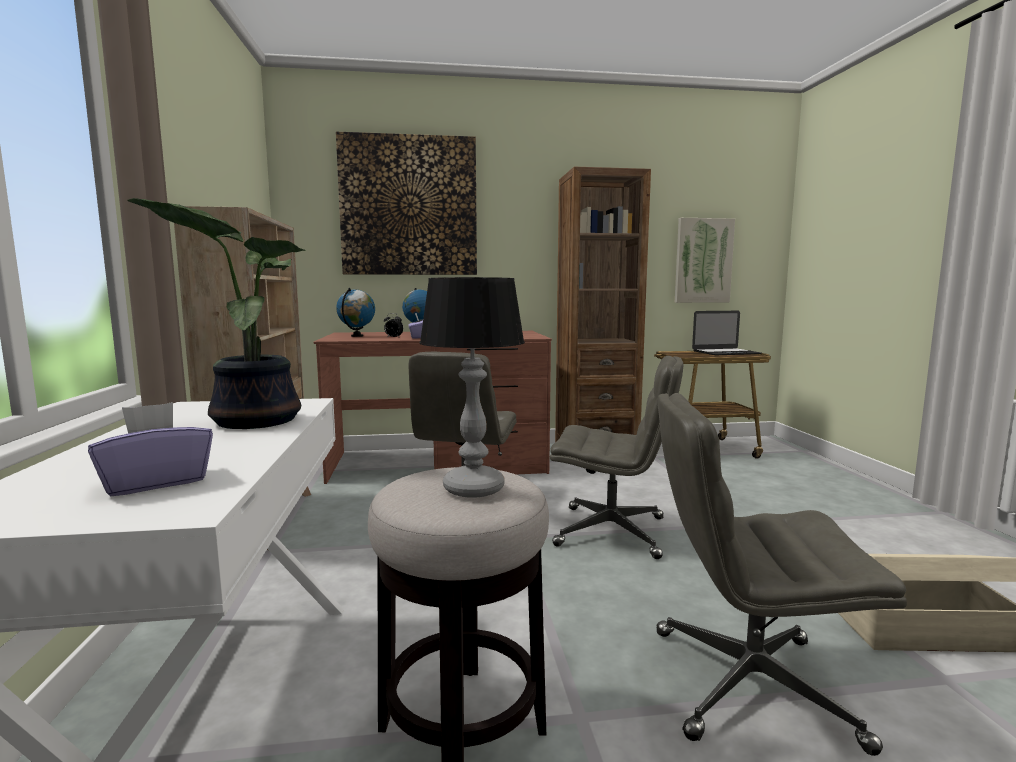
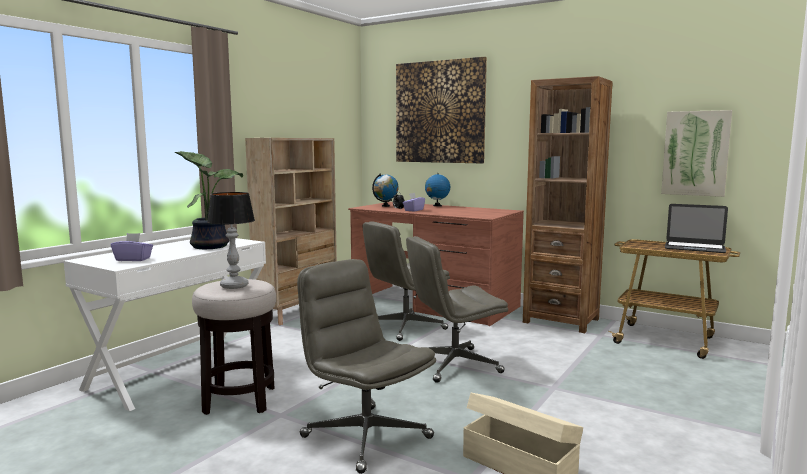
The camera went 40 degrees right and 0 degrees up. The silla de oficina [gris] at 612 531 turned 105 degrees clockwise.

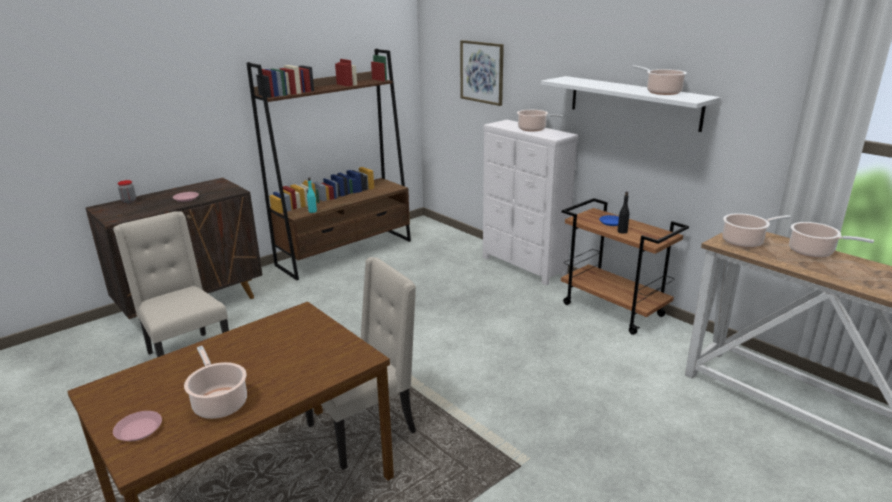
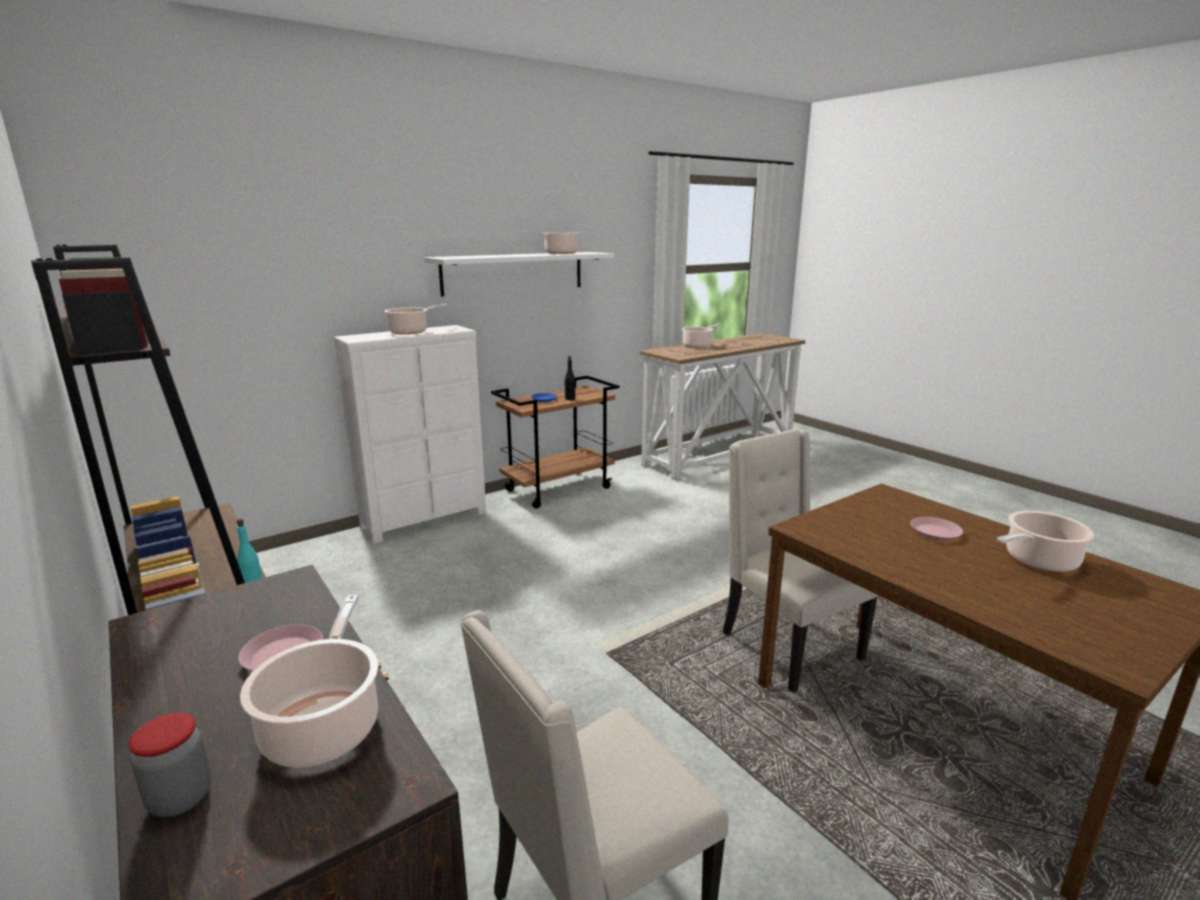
The camera went 85 degrees left and 5 degrees down. The olla moved from 745 241 to 324 725. The plato [rosa] moved from 139 430 to 935 532. The cuadro at 482 72 disappeared.

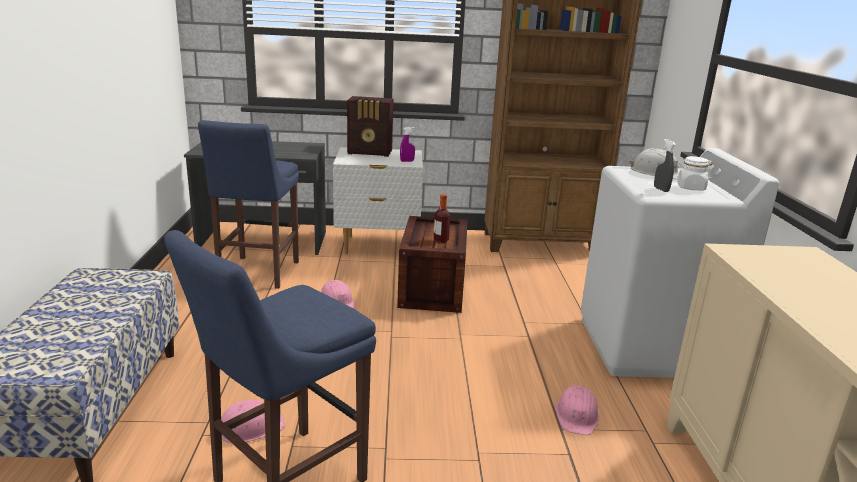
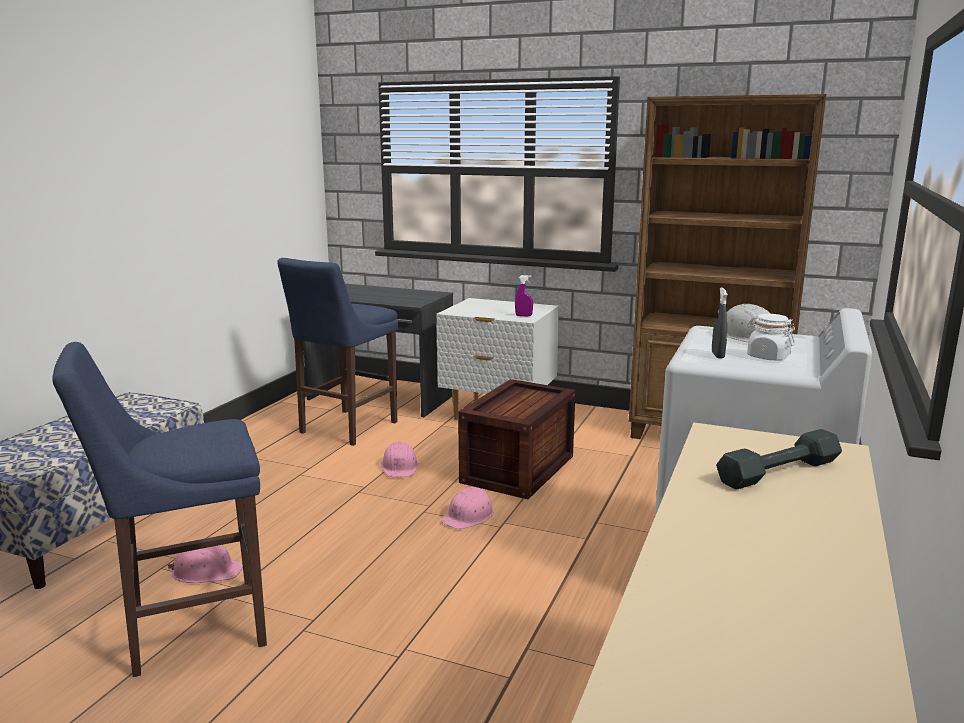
The camera went 25 degrees right and 5 degrees down. The casco [rosa] moved from 577 415 to 469 516. The mancuerna [gris] at 778 471 appeared. The radio at 370 152 disappeared. The botella at 441 240 disappeared.

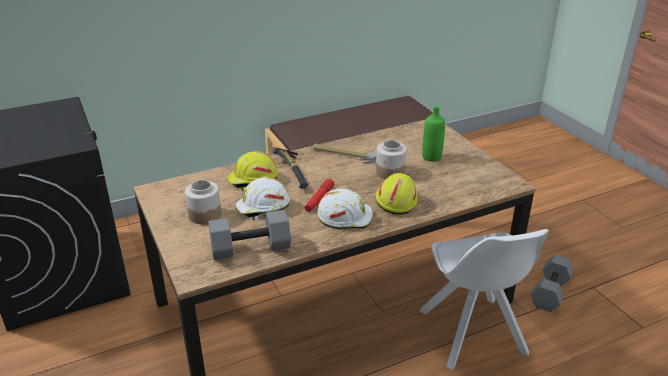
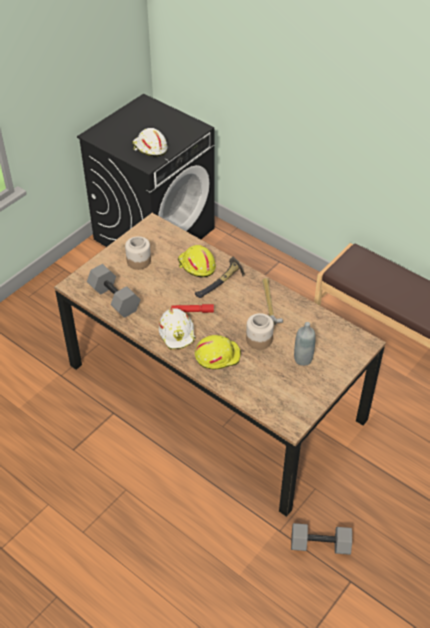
The camera went 65 degrees right and 15 degrees up. The casco [blanco] moved from 263 208 to 149 148. The botella [verde] at 431 157 became the botella [gris] at 303 359. The silla [blanco] at 473 334 disappeared.

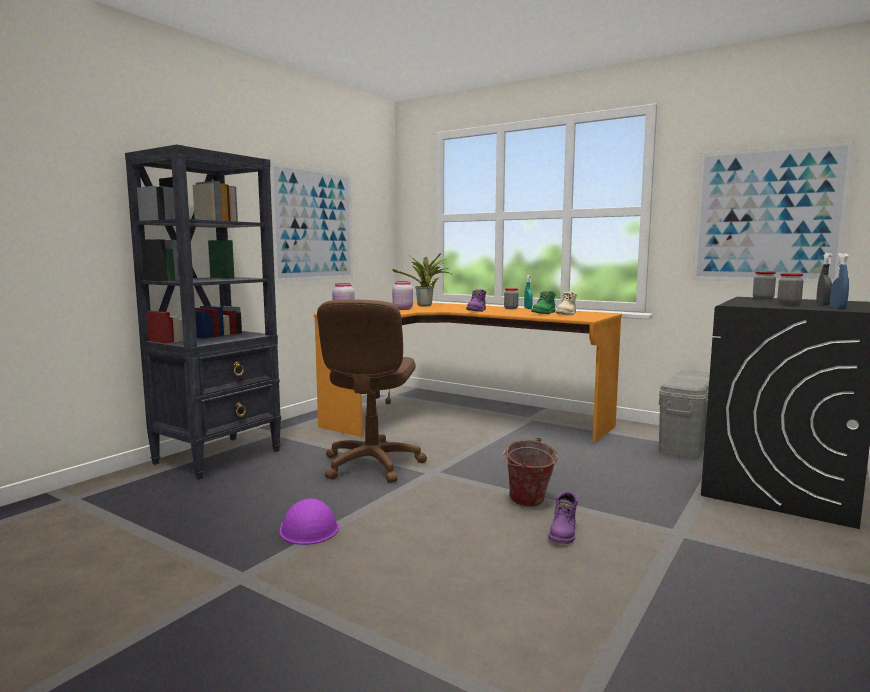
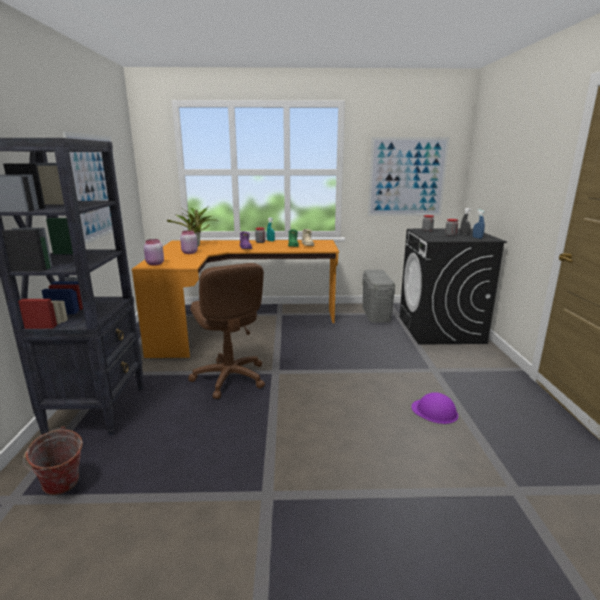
The camera went 35 degrees left and 10 degrees up. The cubo moved from 527 503 to 62 489. The casco [morado] moved from 309 528 to 434 411. The bota [morado] at 564 533 disappeared.

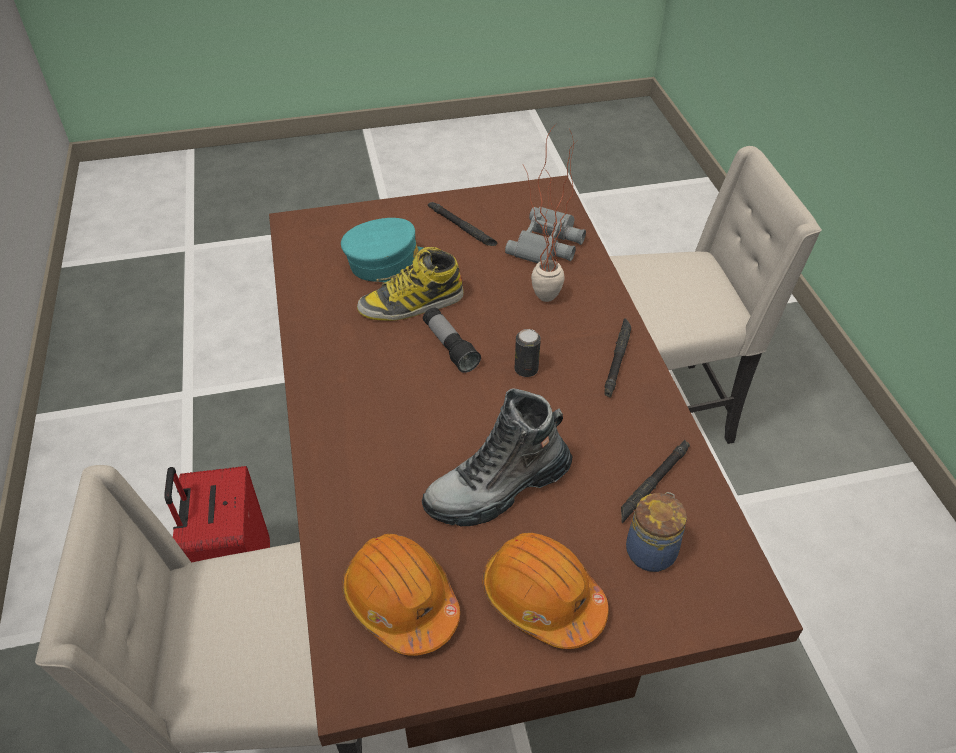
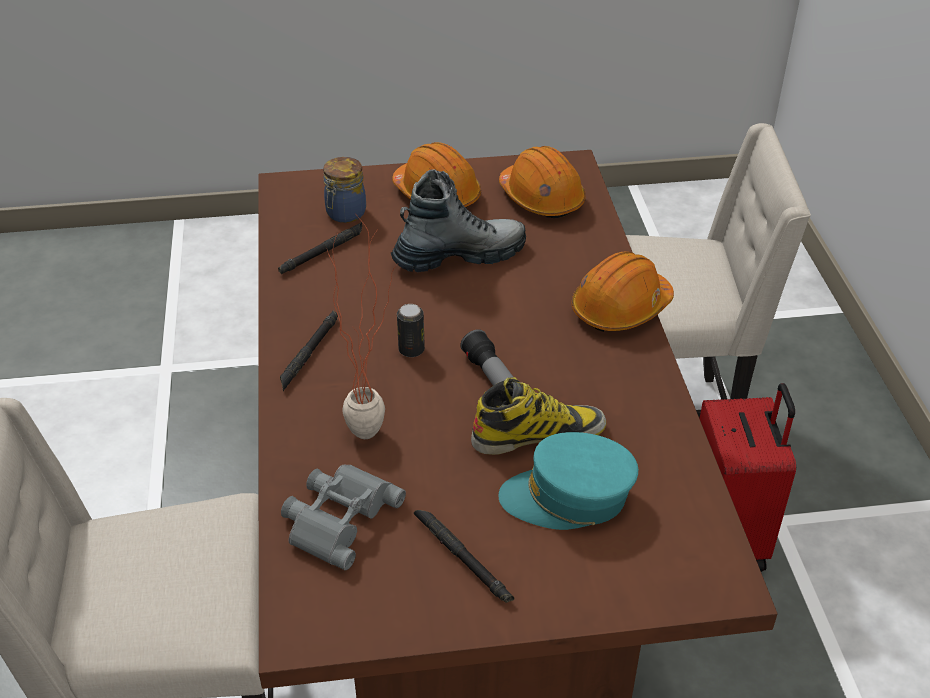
The camera went 175 degrees left and 5 degrees down. The casco [naranja] at 620 308 appeared.

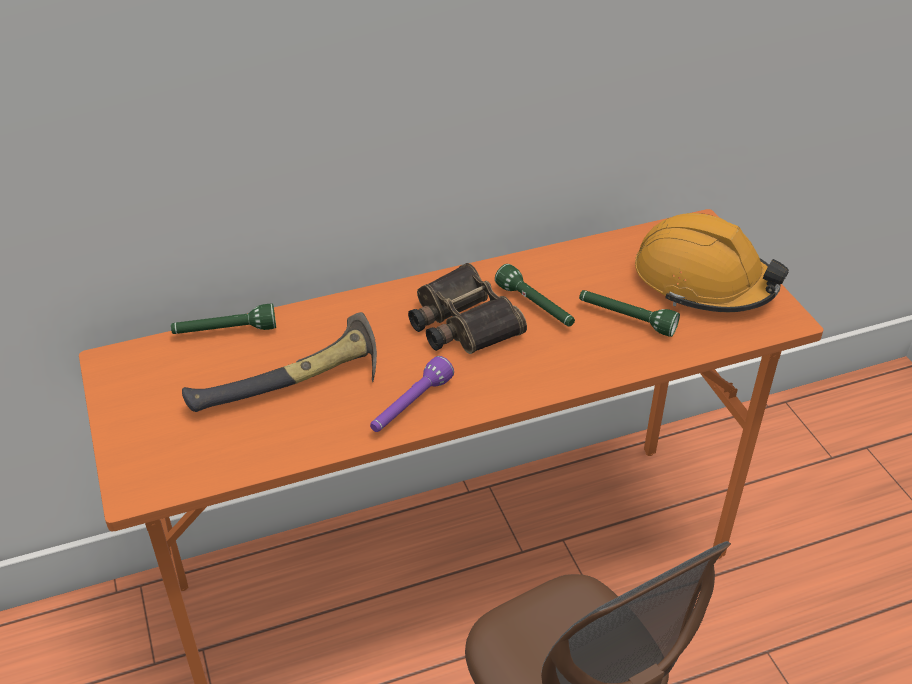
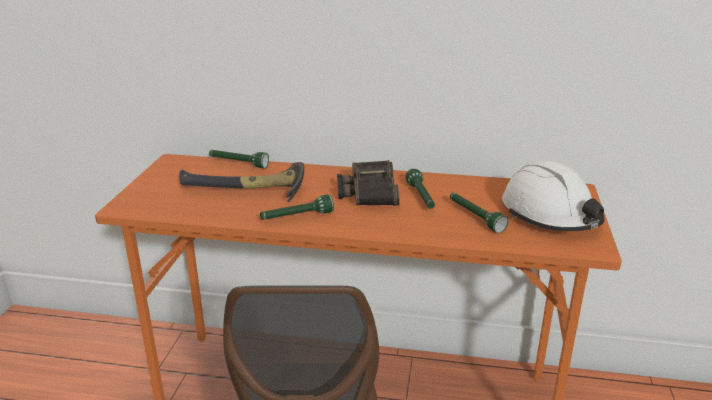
The camera went 30 degrees right and 15 degrees down. The linterna [morado] at 410 406 became the linterna [verde] at 296 217. The casco [naranja] at 703 282 became the casco [blanco] at 550 215.

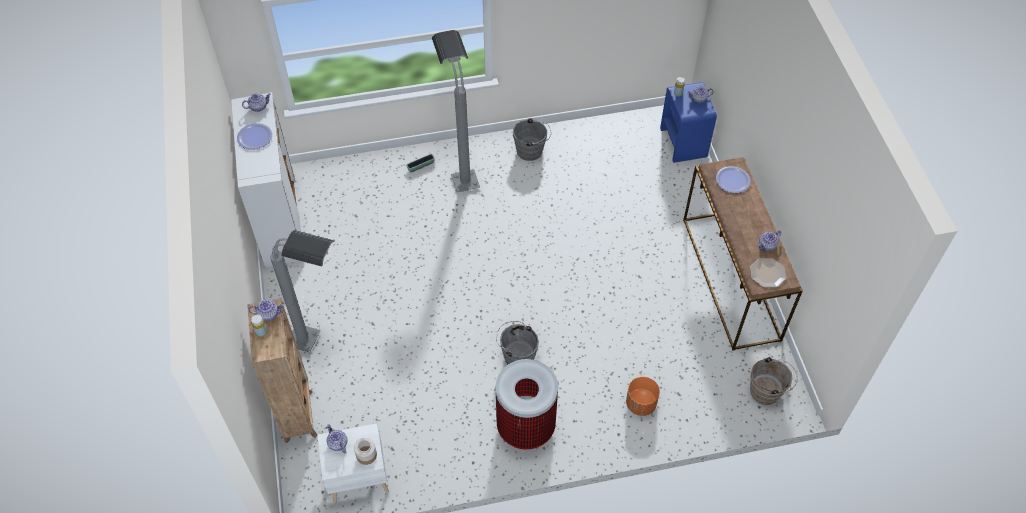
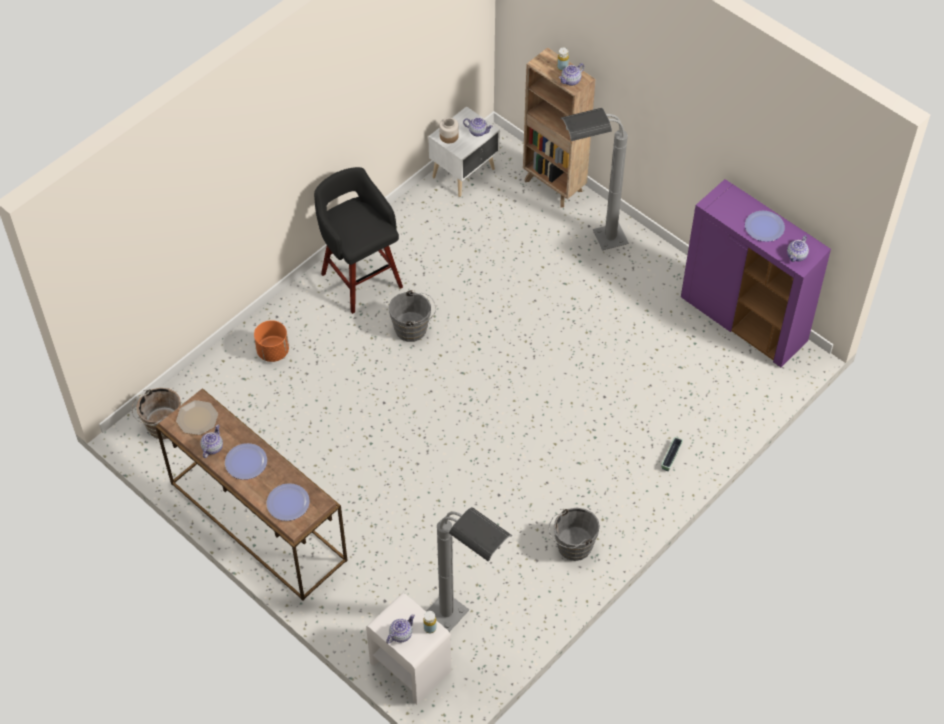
The camera went 145 degrees right and 0 degrees up. The plato at 246 462 appeared. The papelera at 525 427 was replaced by the taburete [negro] at 360 278. The mesita de noche [azul] at 683 142 became the mesita de noche [blanco] at 410 666. The lámpara de pie [gris] moved from 460 169 to 465 626. The armario [blanco] at 280 221 became the armario [morado] at 744 320.

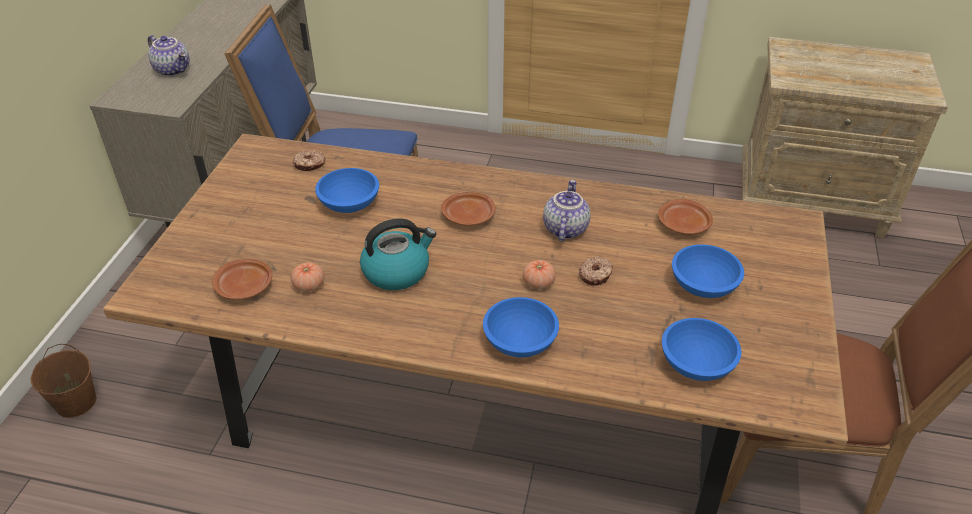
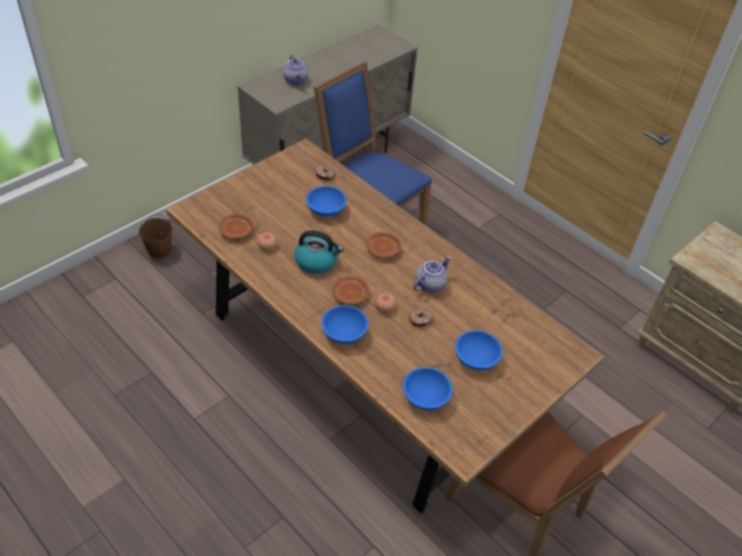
The camera went 30 degrees right and 5 degrees up. The plato [marrón] moved from 683 225 to 350 295.

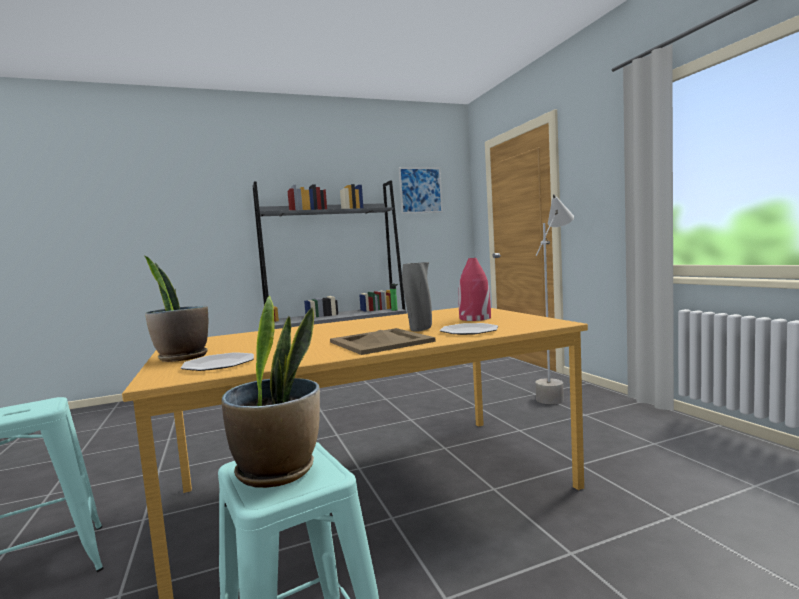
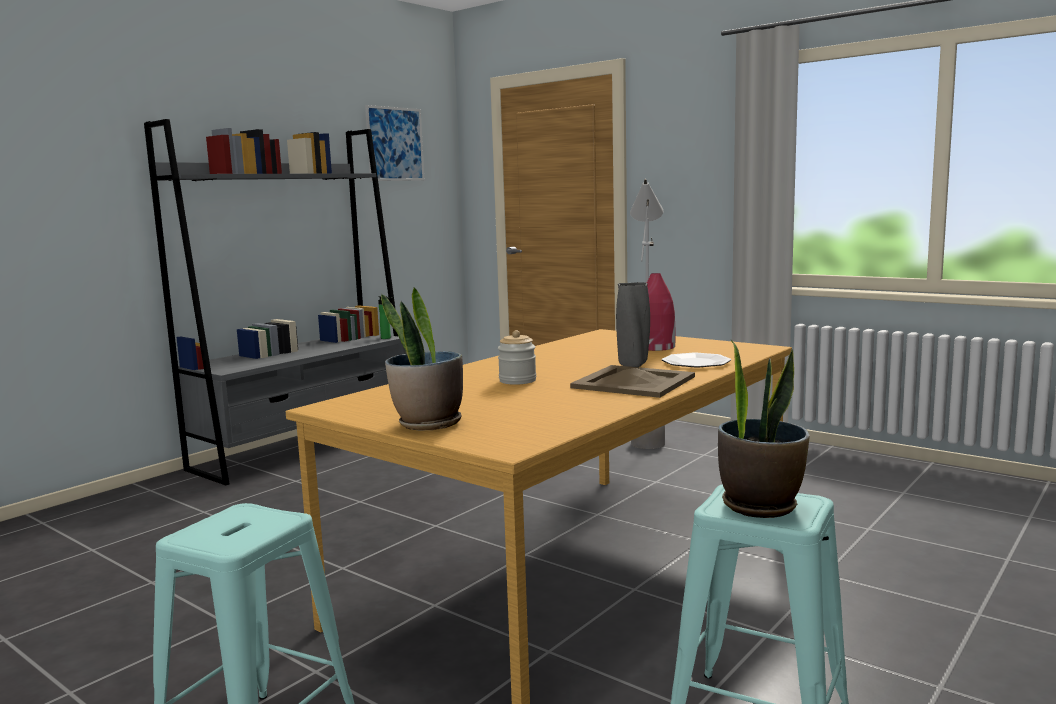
The camera went 30 degrees left and 5 degrees up. The tarro at 517 380 appeared. The plato at 219 364 disappeared.

